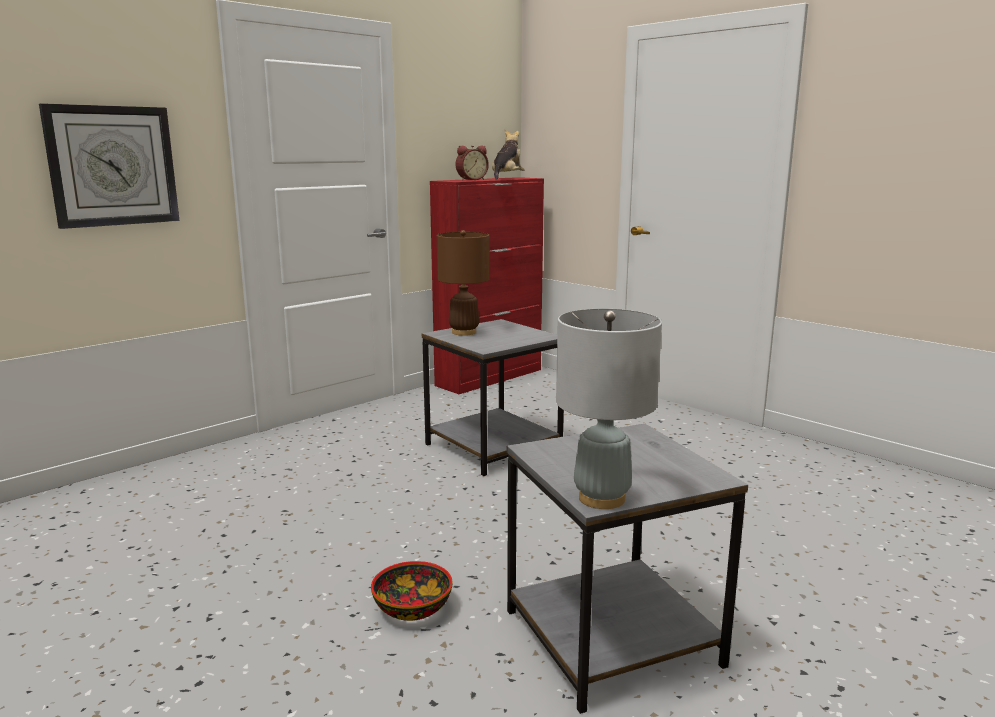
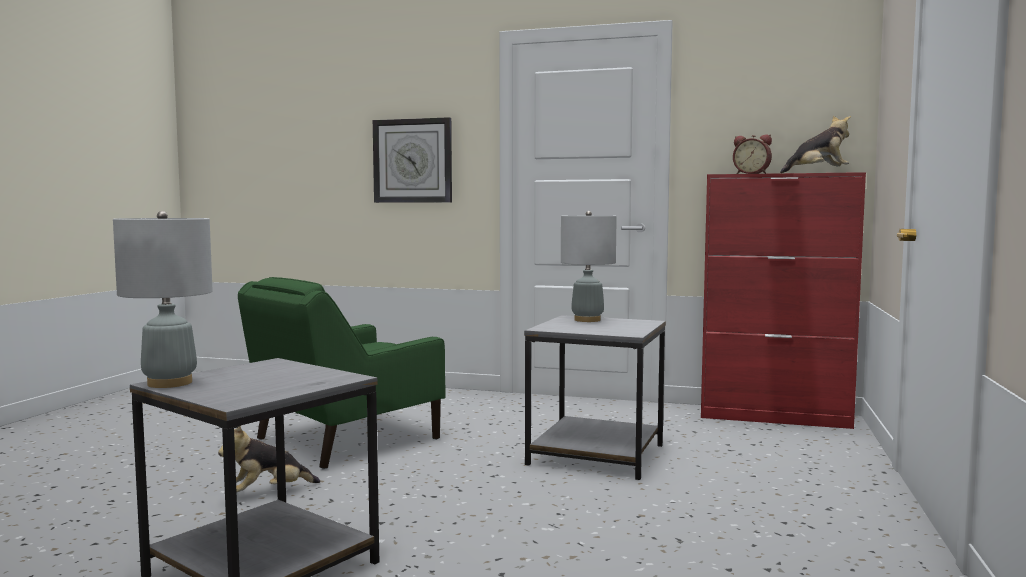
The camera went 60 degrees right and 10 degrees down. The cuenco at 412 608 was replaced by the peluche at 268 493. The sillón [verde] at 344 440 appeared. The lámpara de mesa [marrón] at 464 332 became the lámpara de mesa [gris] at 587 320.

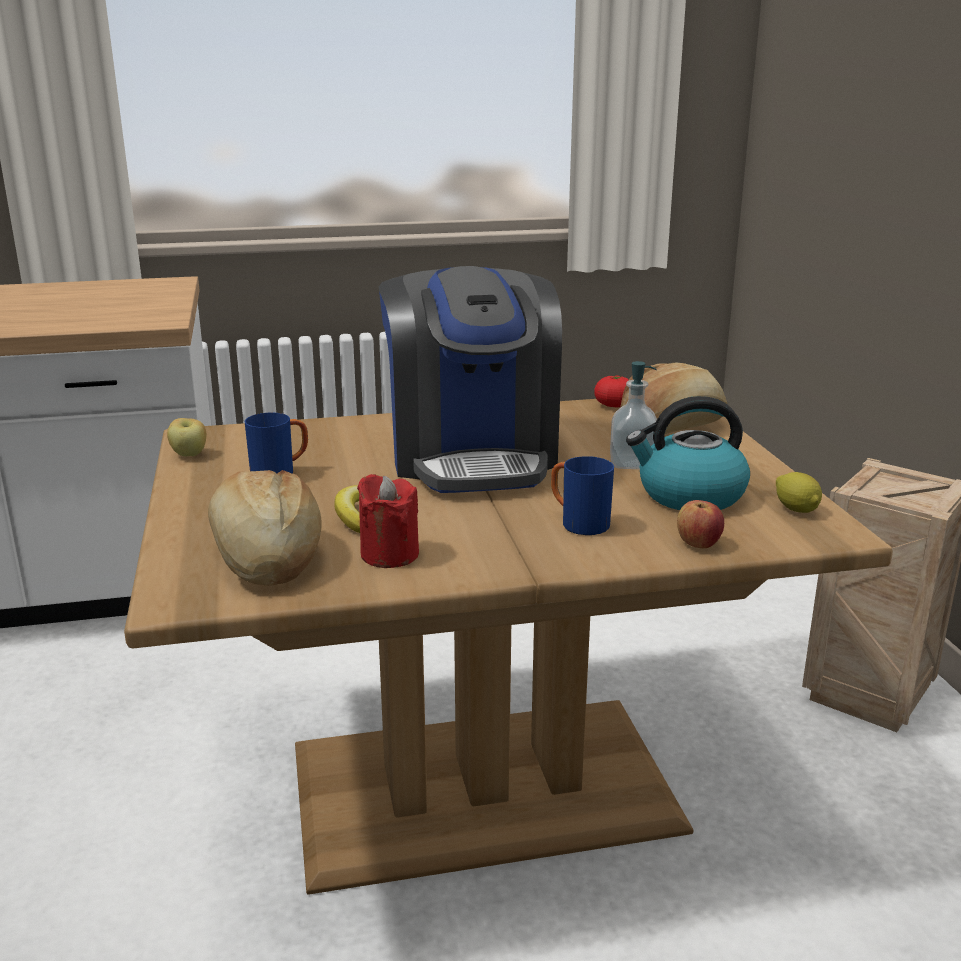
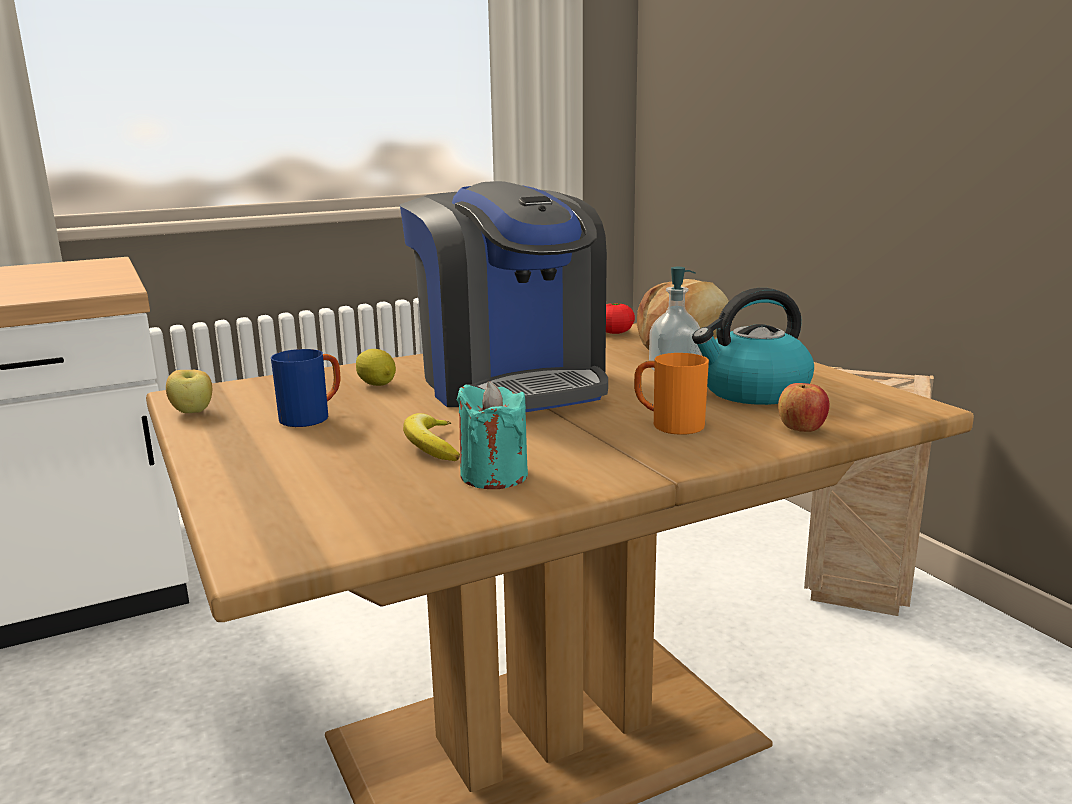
The camera went 15 degrees left and 5 degrees down. The limón moved from 796 509 to 376 384. The vela [rojo] at 389 554 became the vela [turquesa] at 494 476. The taza grande [azul] at 577 523 became the taza grande [naranja] at 668 425. The pan at 264 557 disappeared.

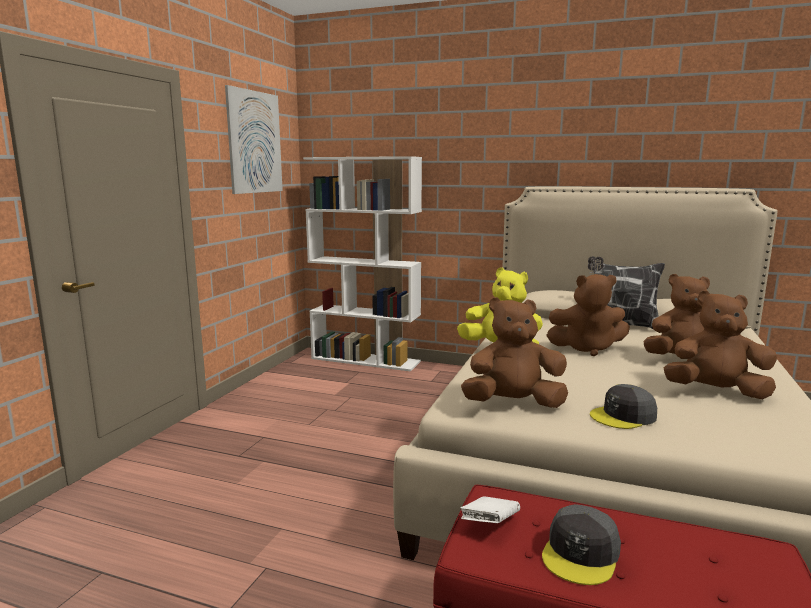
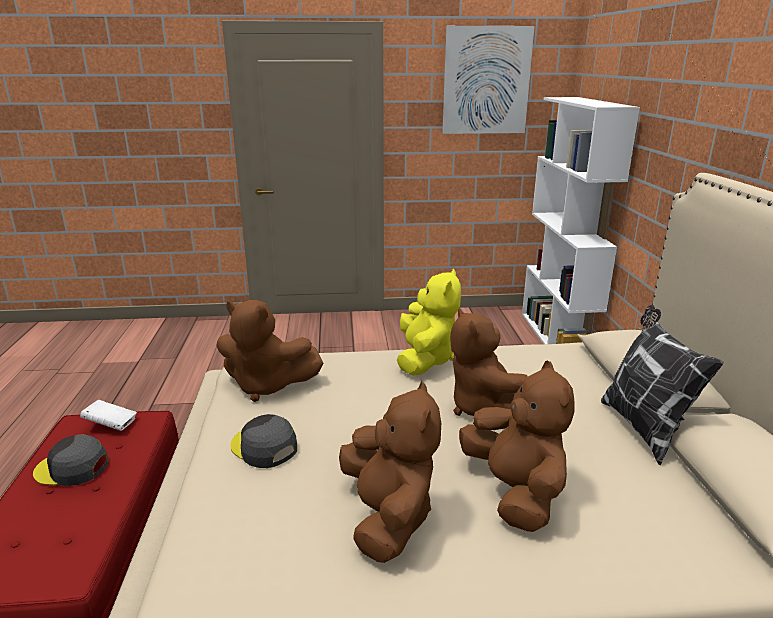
The camera went 65 degrees right and 10 degrees up. The peluche [marrón] at 513 404 turned 135 degrees clockwise.

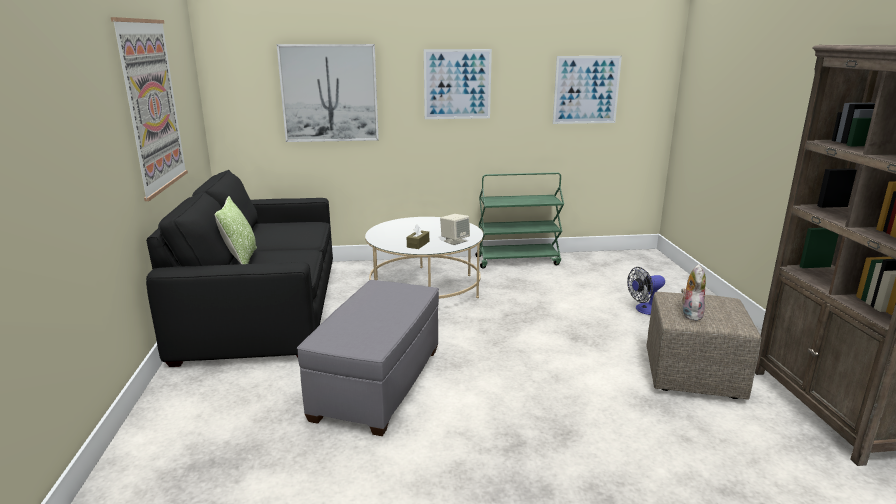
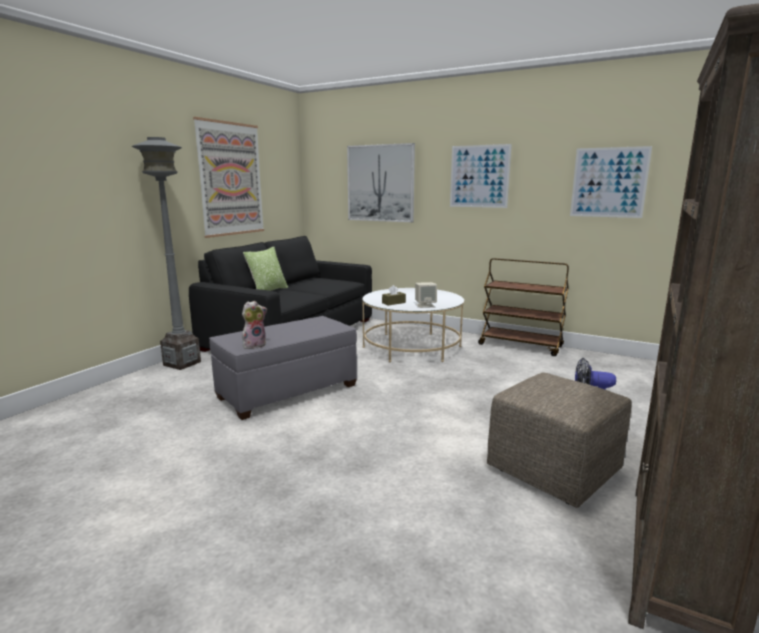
The camera went 35 degrees right and 5 degrees down. The lámpara de pie [gris] at 182 363 appeared. The peluche moved from 690 314 to 254 345. The carrito [verde] at 518 260 became the carrito [marrón] at 521 345.

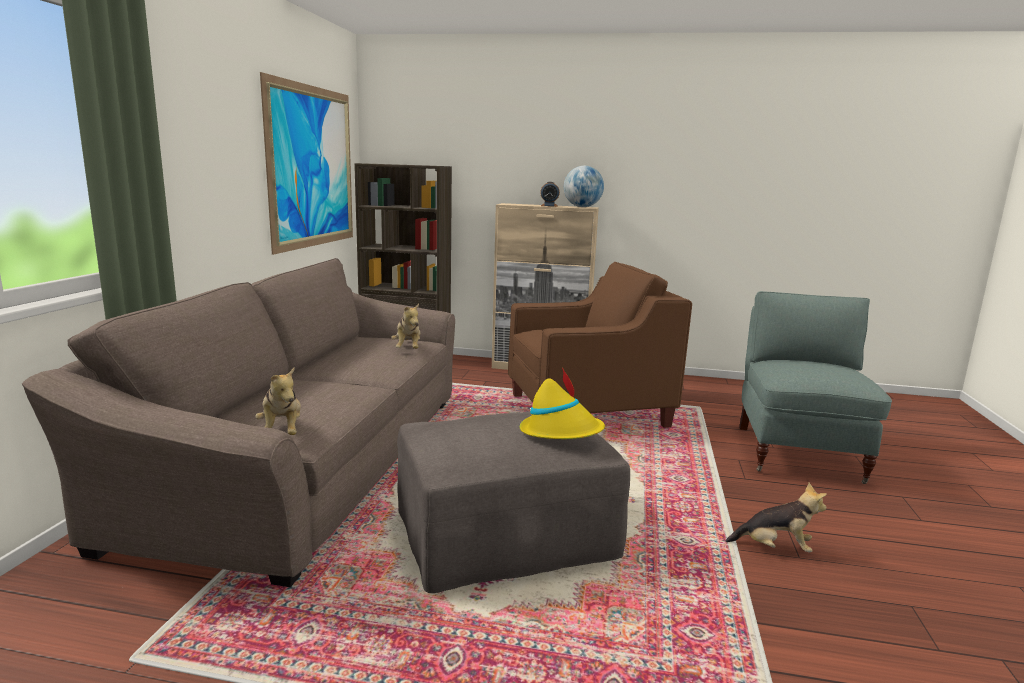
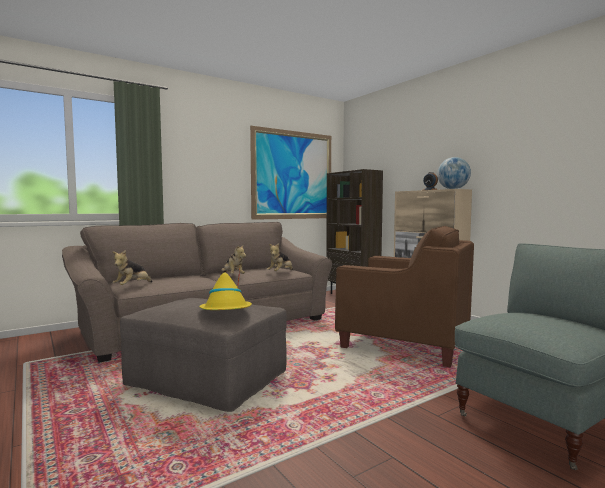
The camera went 45 degrees right and 10 degrees down. The peluche moved from 775 548 to 233 276.

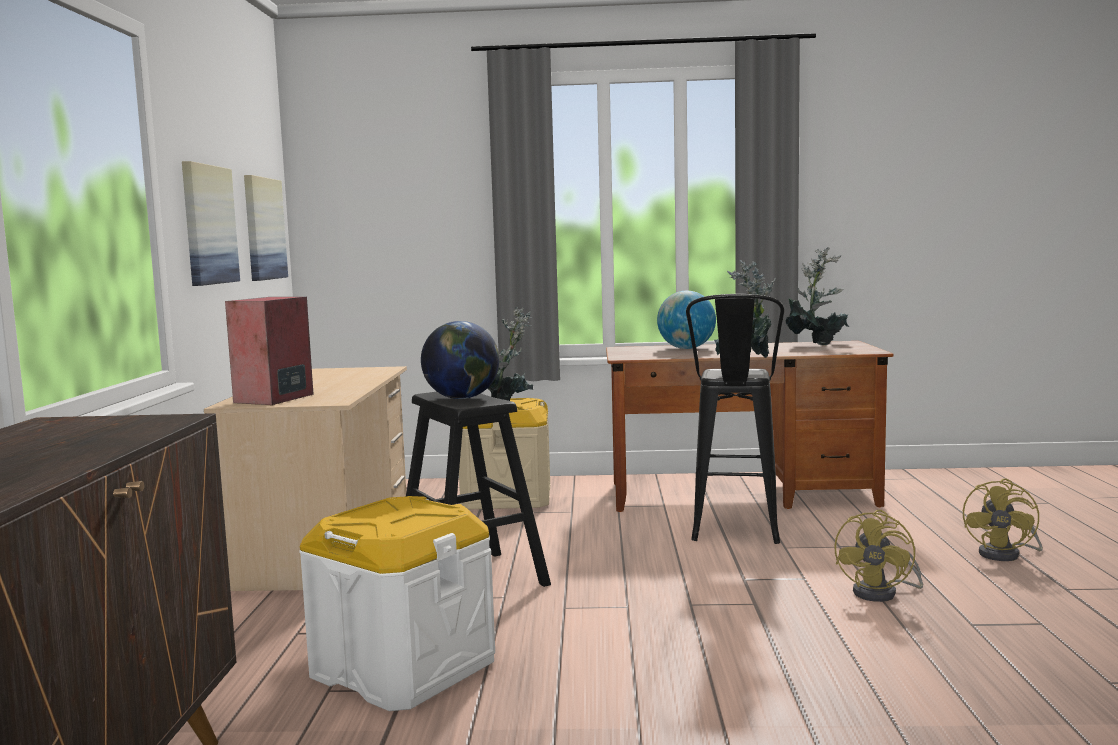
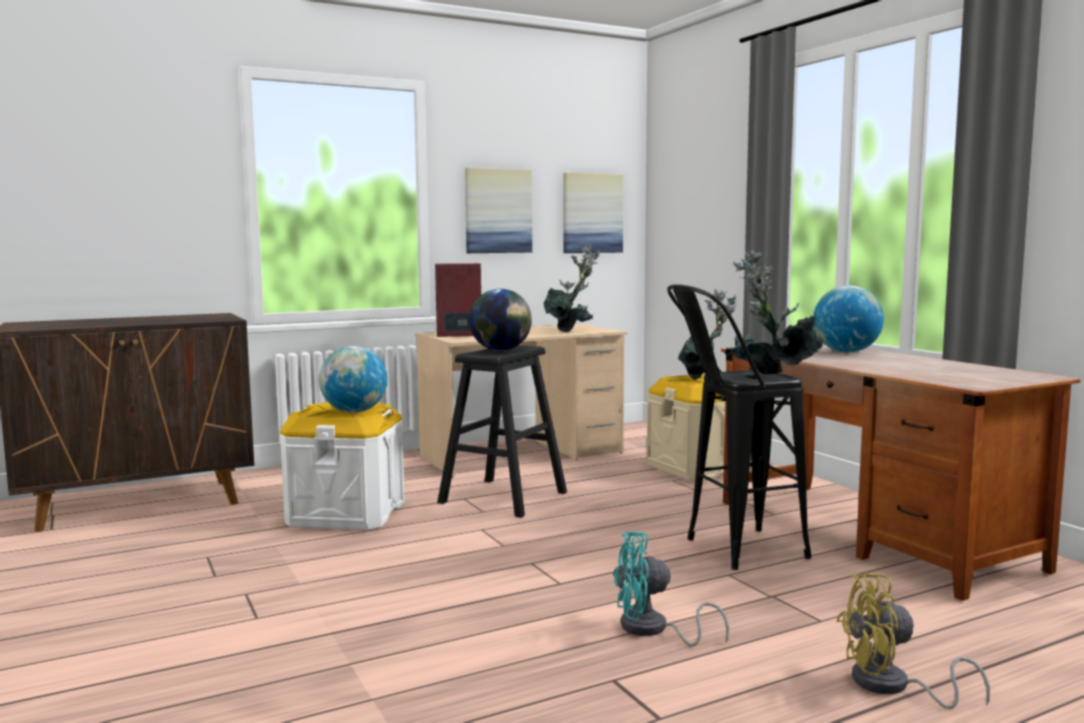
The camera went 60 degrees right and 0 degrees up. The globo terráqueo at 354 412 appeared. The planta en maceta moved from 816 344 to 571 331. The ventilador [amarillo] at 883 593 became the ventilador [turquesa] at 652 630.

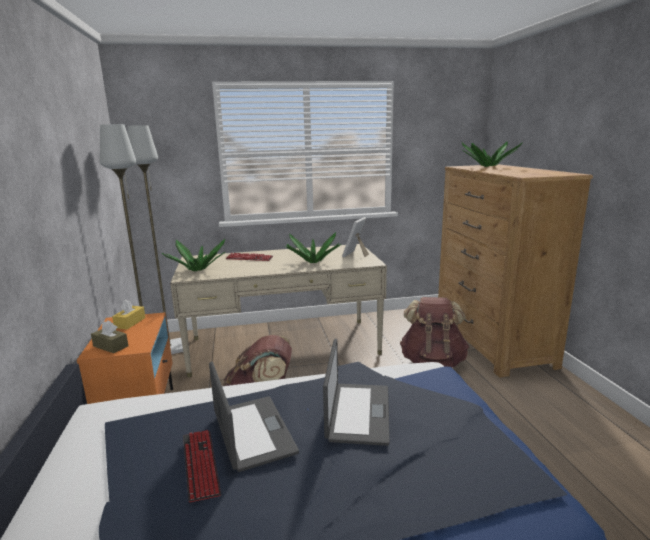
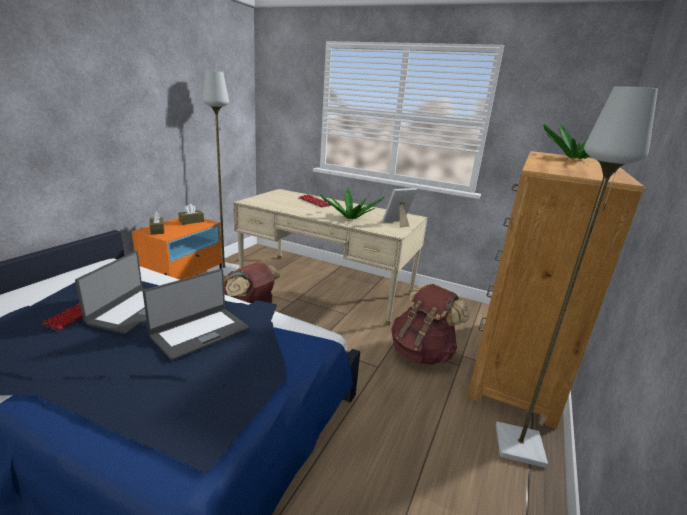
The camera went 35 degrees right and 5 degrees up. The caja de pañuelos [amarillo] at 130 323 became the caja de pañuelos [marrón] at 191 221. The lámpara de pie [gris] moved from 170 348 to 520 445. The planta en maceta at 198 270 disappeared.

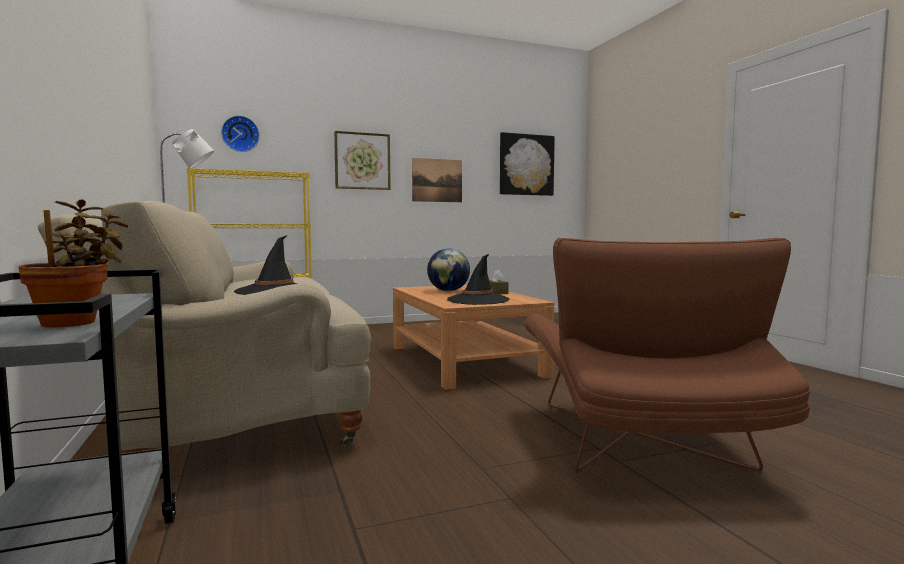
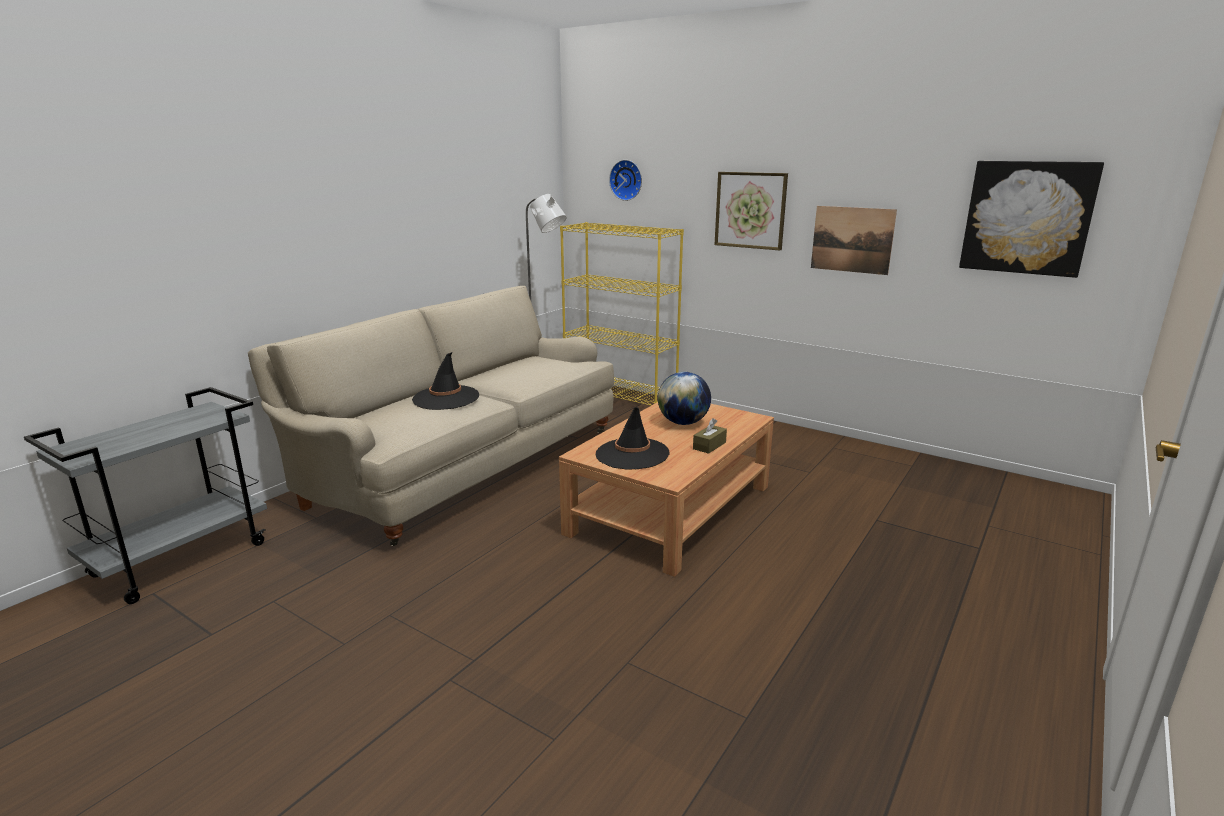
The camera went 55 degrees right and 15 degrees up. The planta en maceta at 75 322 disappeared. The sillón [marrón] at 639 441 disappeared.

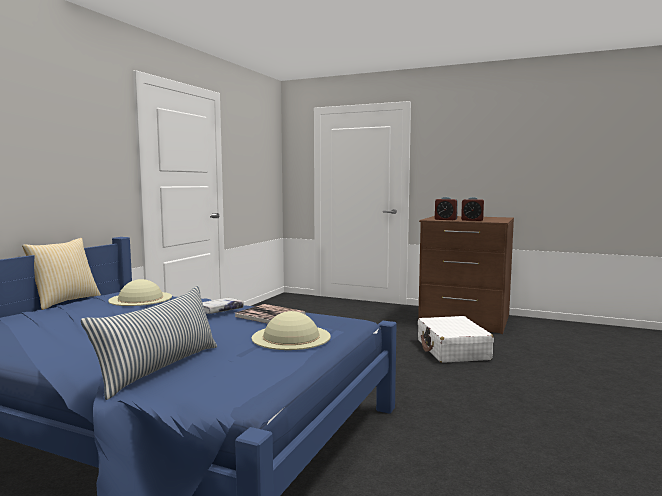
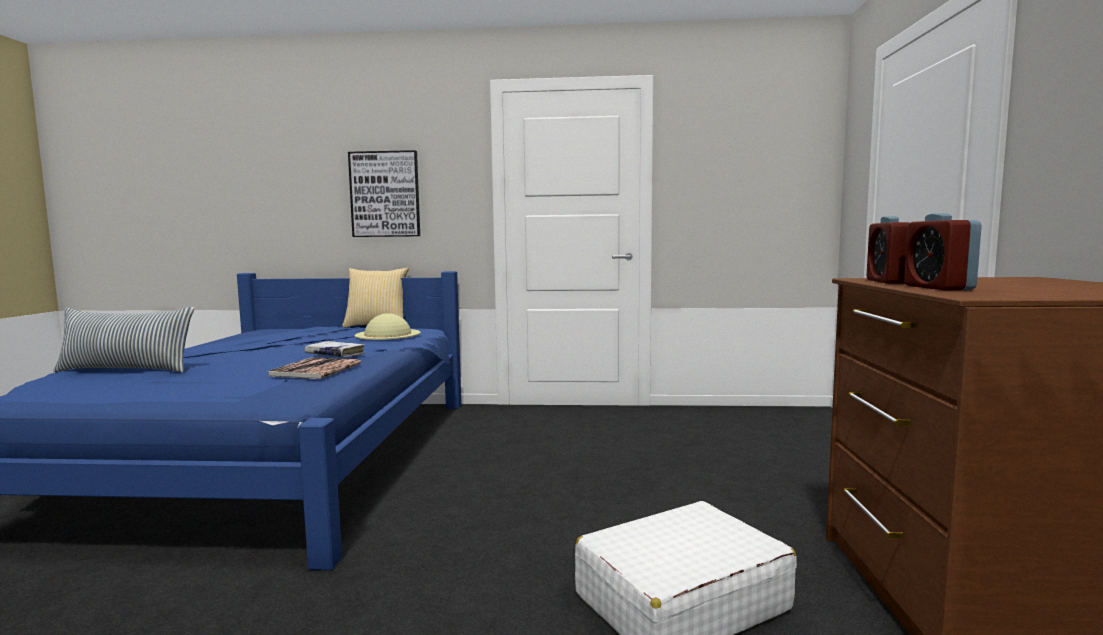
The camera went 70 degrees right and 0 degrees up. The cuadro at 385 194 appeared. The sombrero [beis] at 291 337 disappeared.

